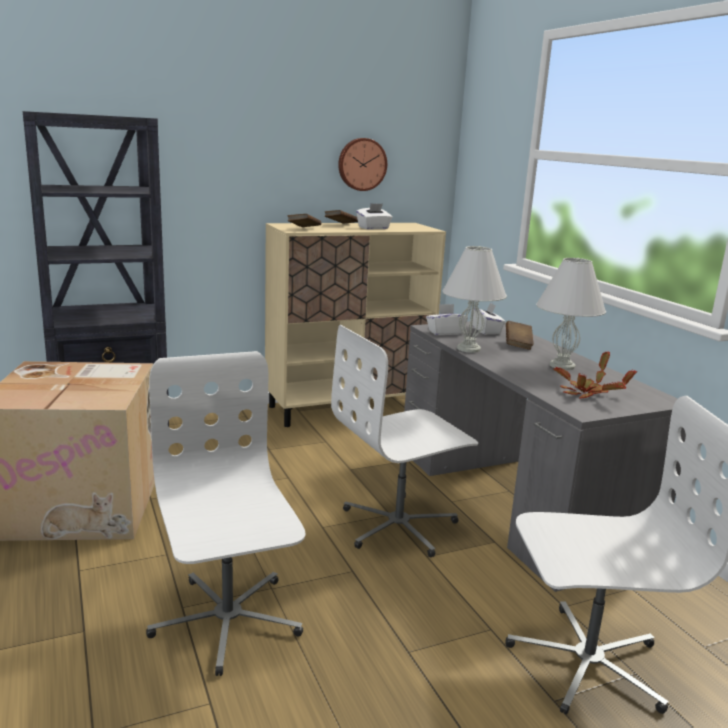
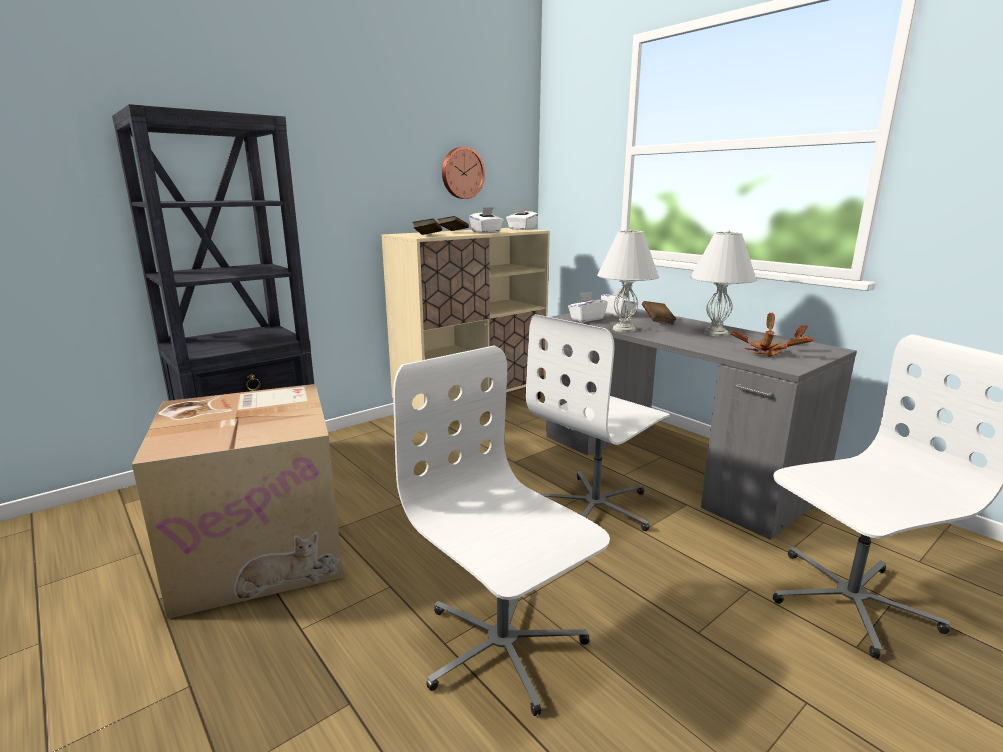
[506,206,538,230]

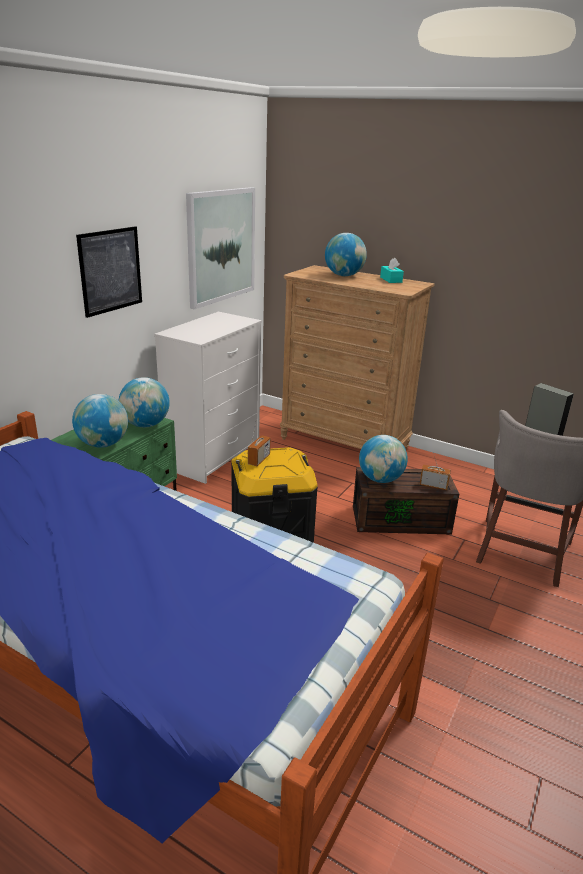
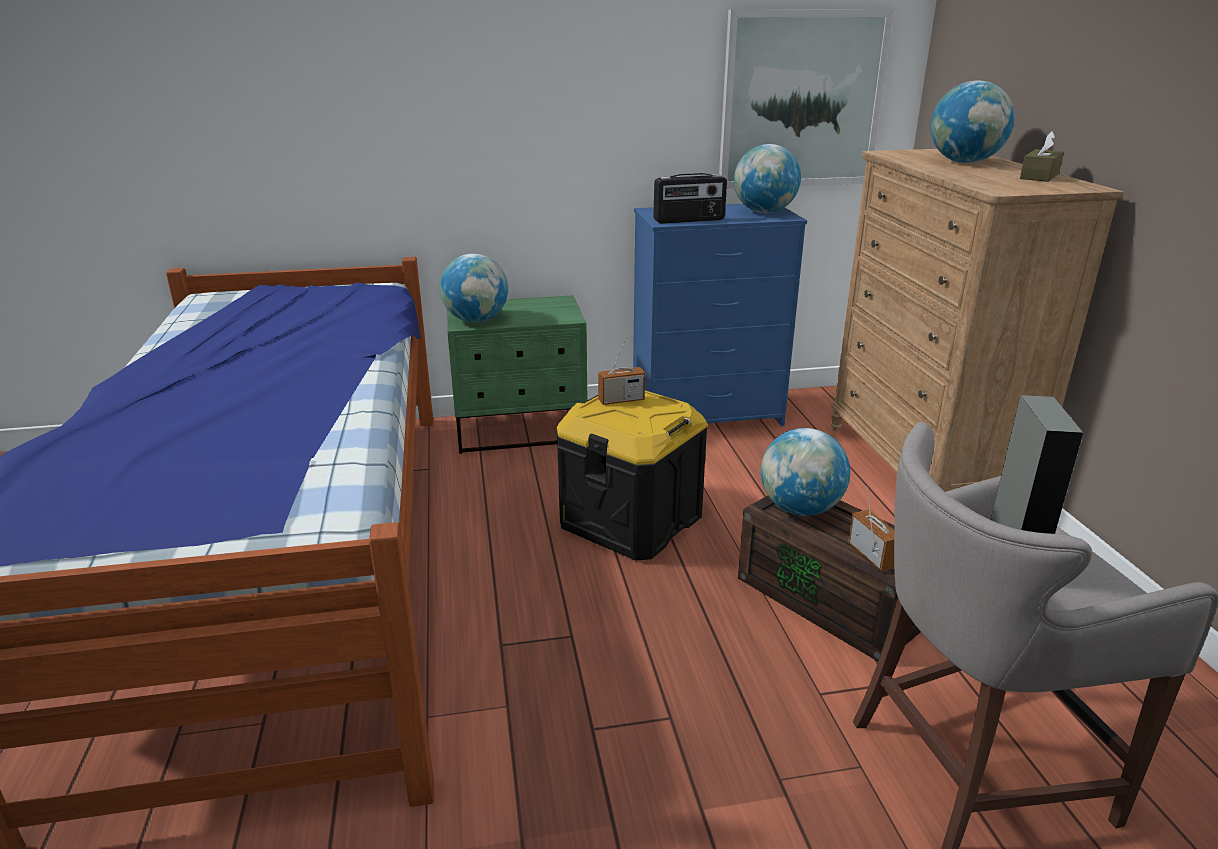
[76,226,142,318] (first image)
[653,173,727,224]
[734,144,801,213]
[633,204,807,426]
[1020,131,1064,182]

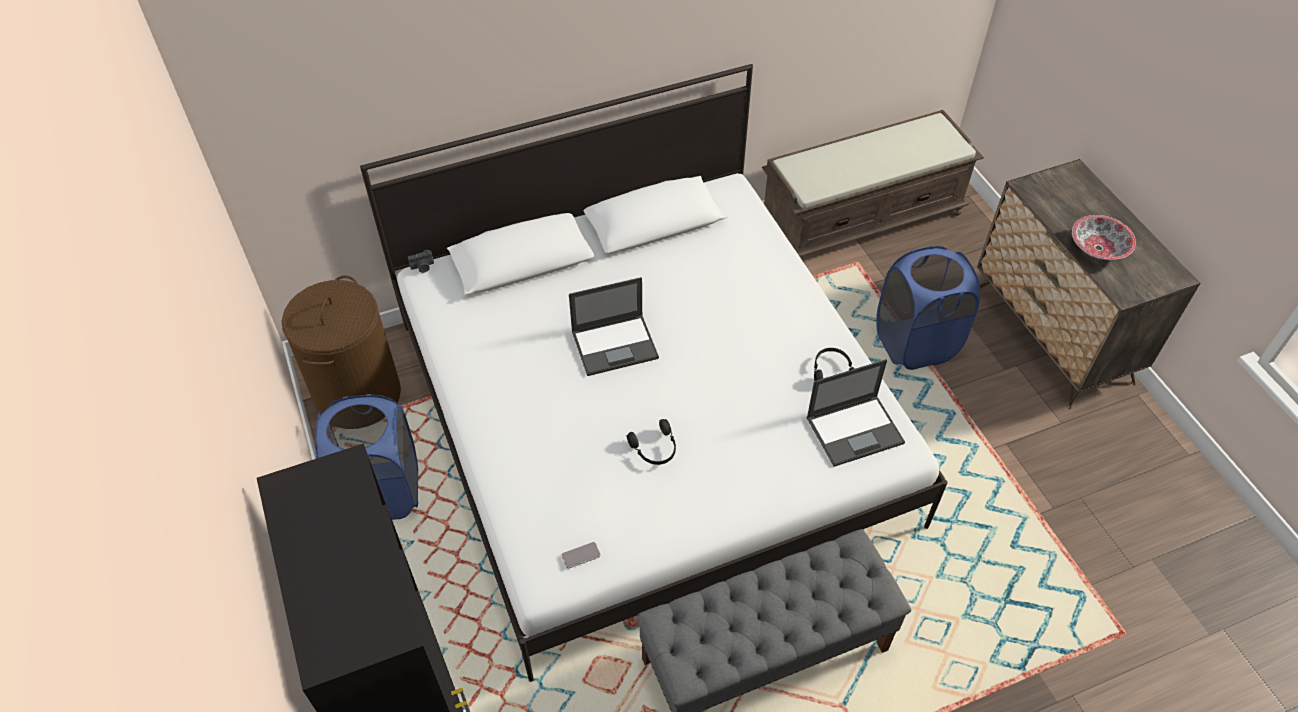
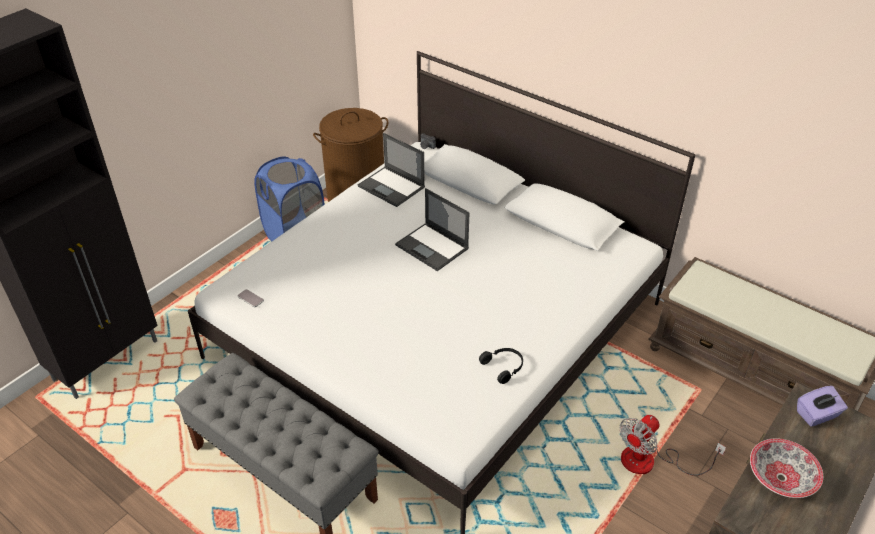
[627,419,676,465] (first image)
[797,386,848,427]
[358,133,425,207]
[619,415,726,476]

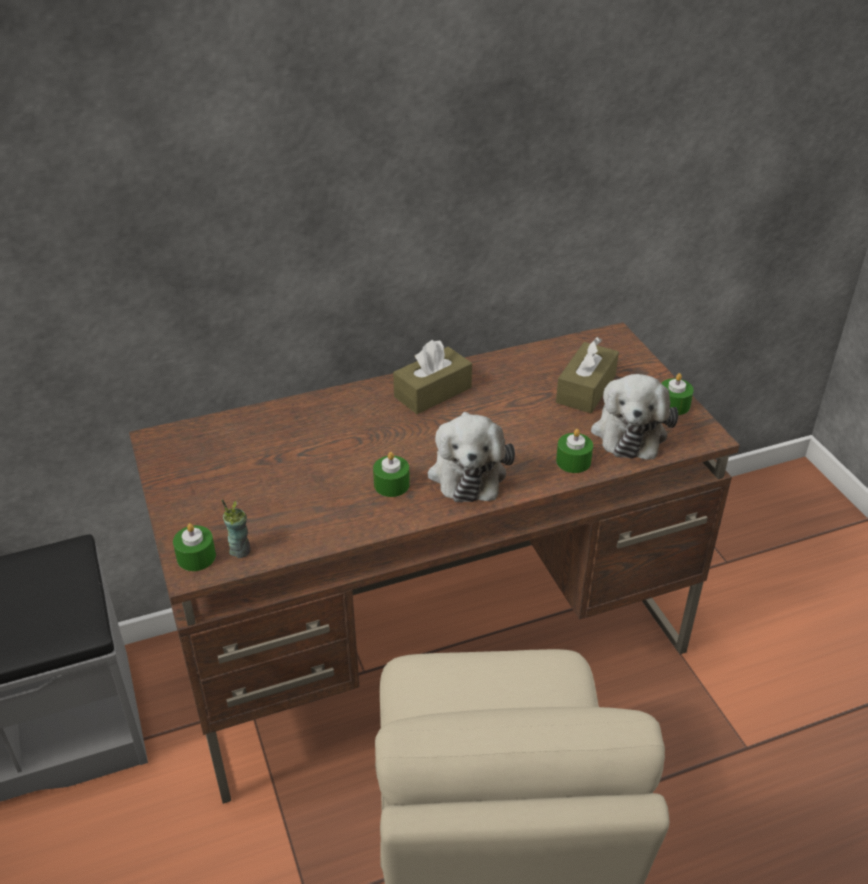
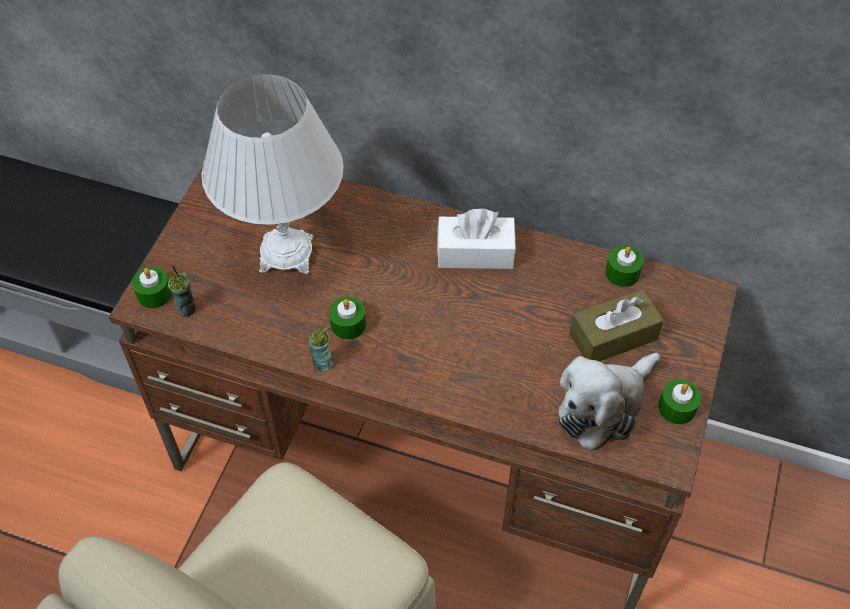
[428,412,515,502] (first image)
[201,74,344,274]
[308,328,333,372]
[605,246,644,287]
[437,208,516,269]

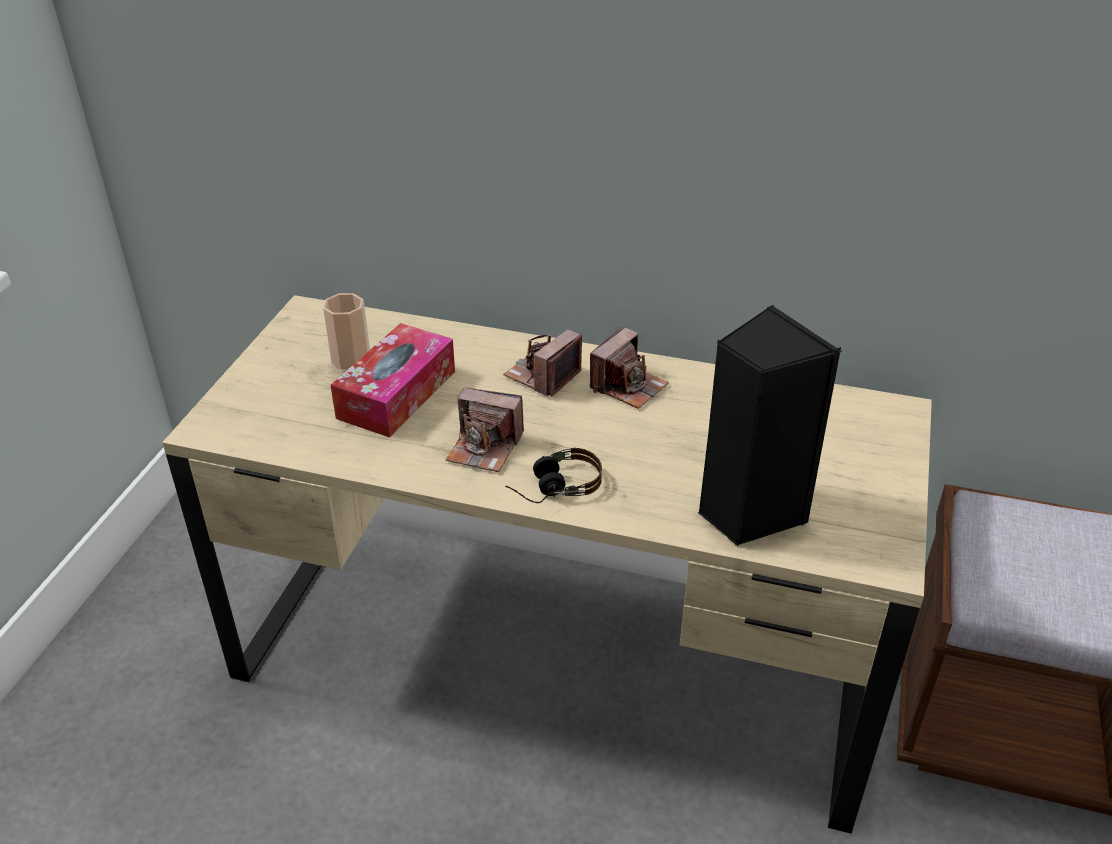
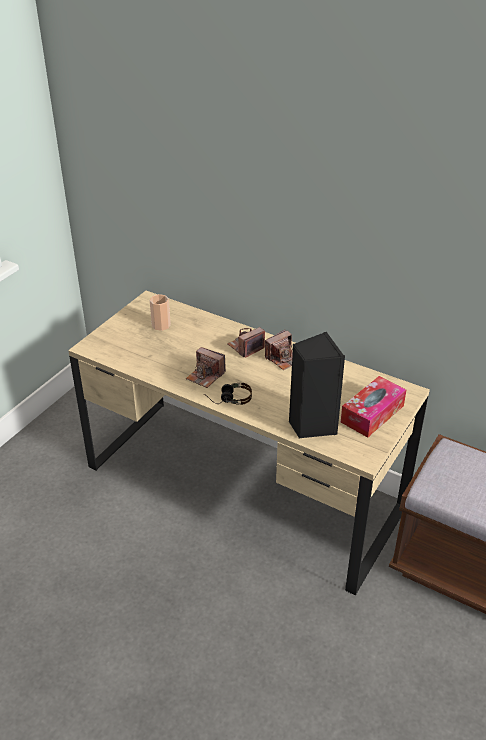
[341,376,406,438]

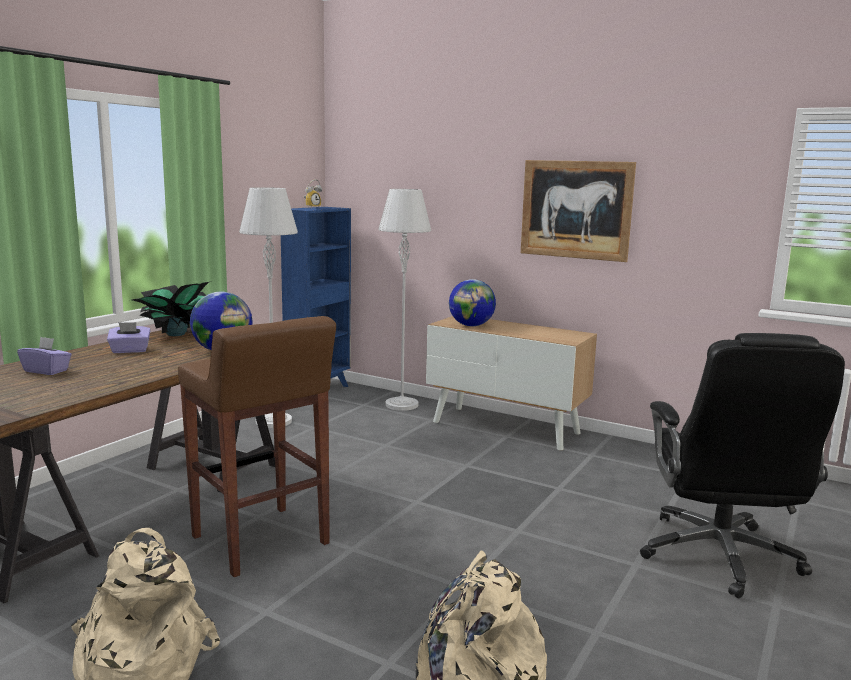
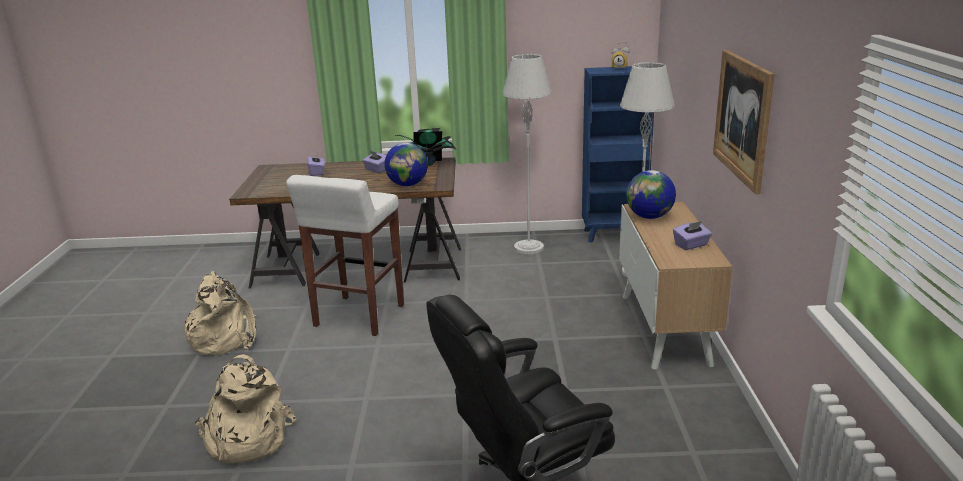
[673,221,712,250]
[286,175,404,336]

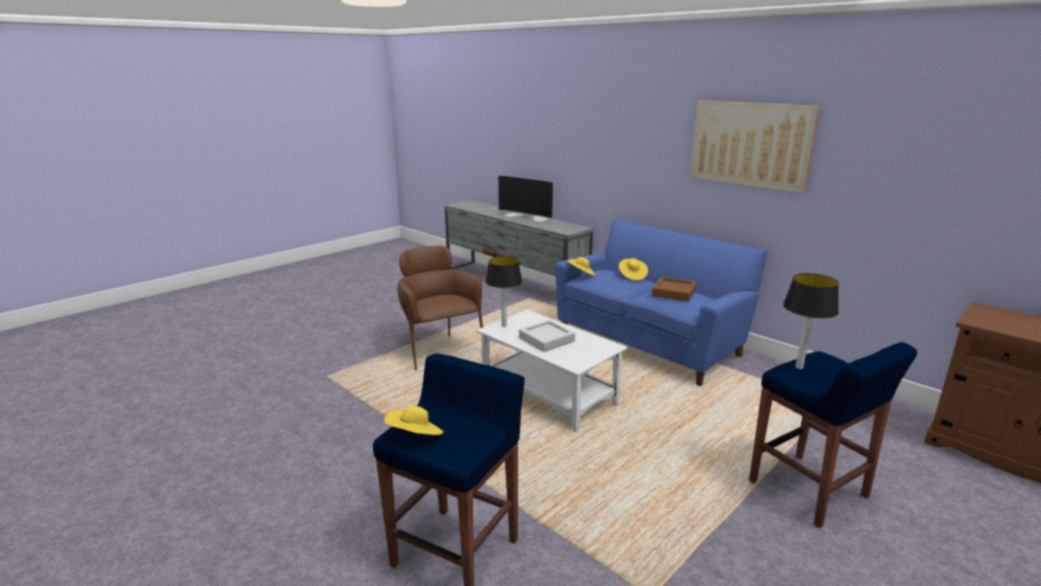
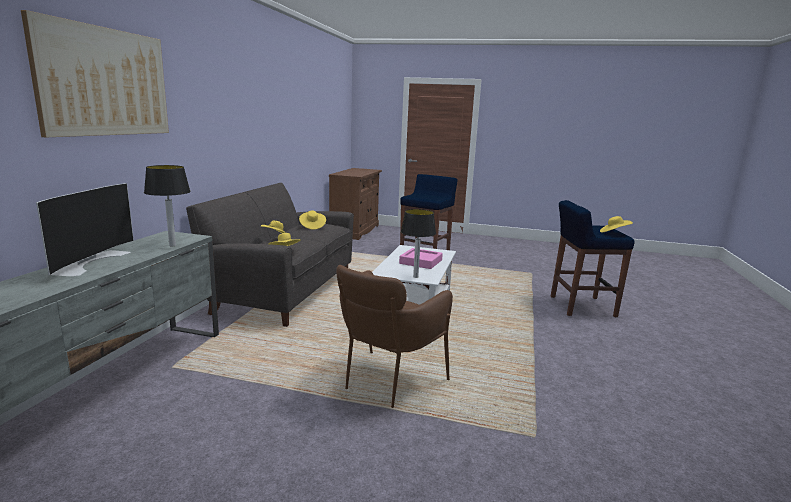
[21,10,169,137]
[144,165,191,247]
[299,210,326,229]
[399,248,443,269]
[186,182,354,327]

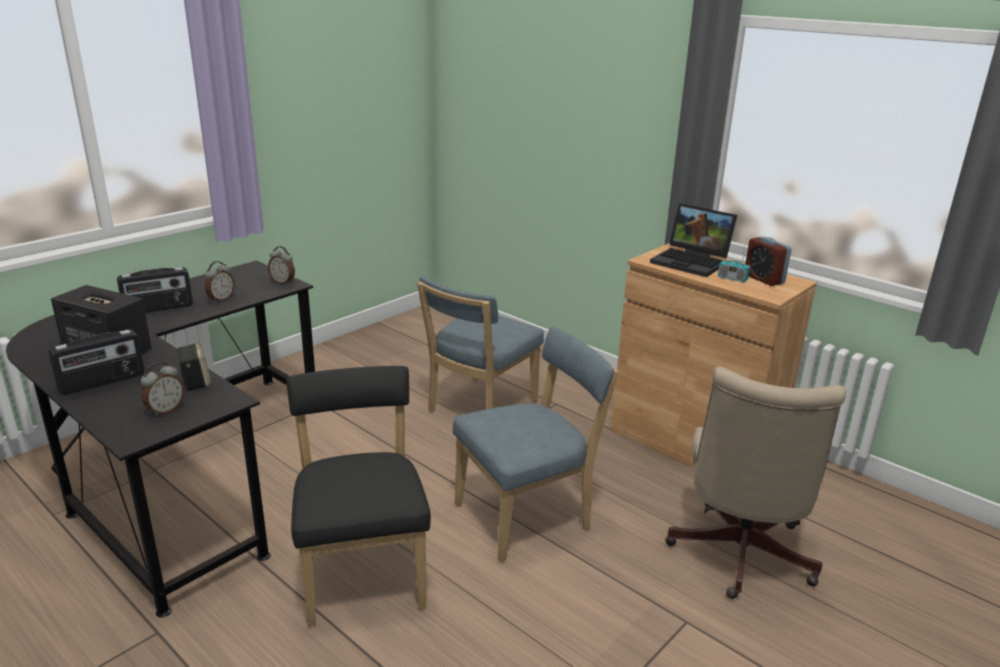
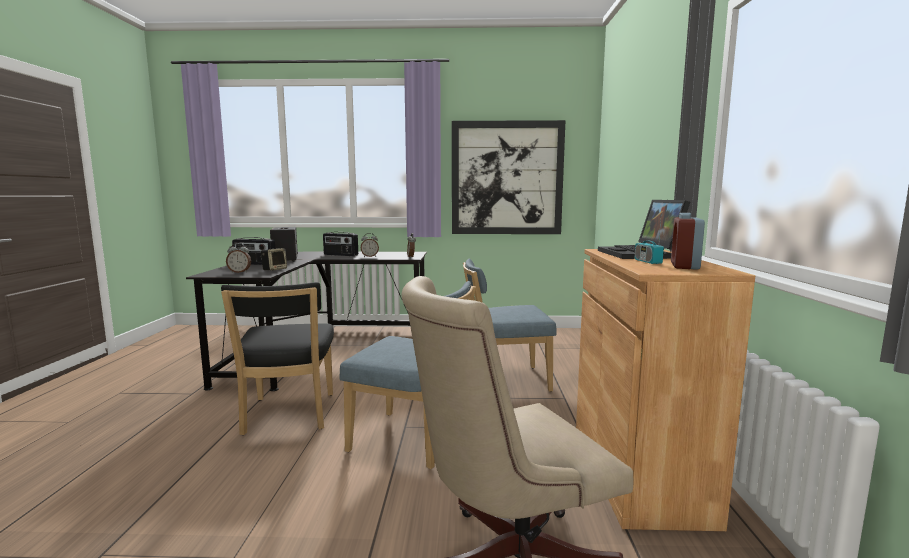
[452,120,566,234]
[221,282,334,435]

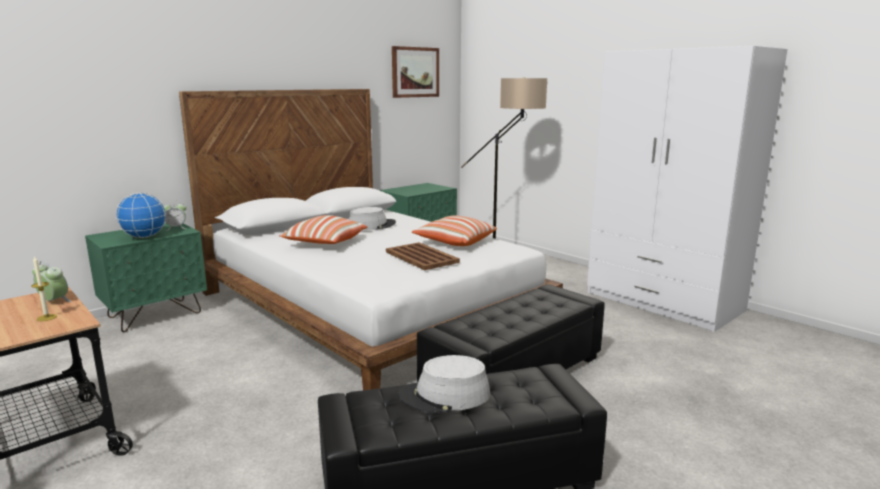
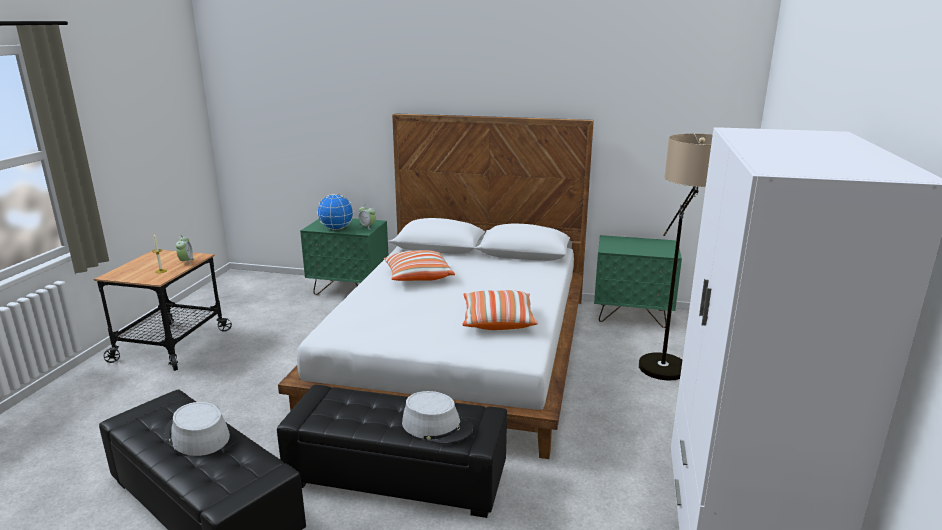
[386,242,460,270] (first image)
[392,46,439,98] (first image)
[402,391,473,444]

